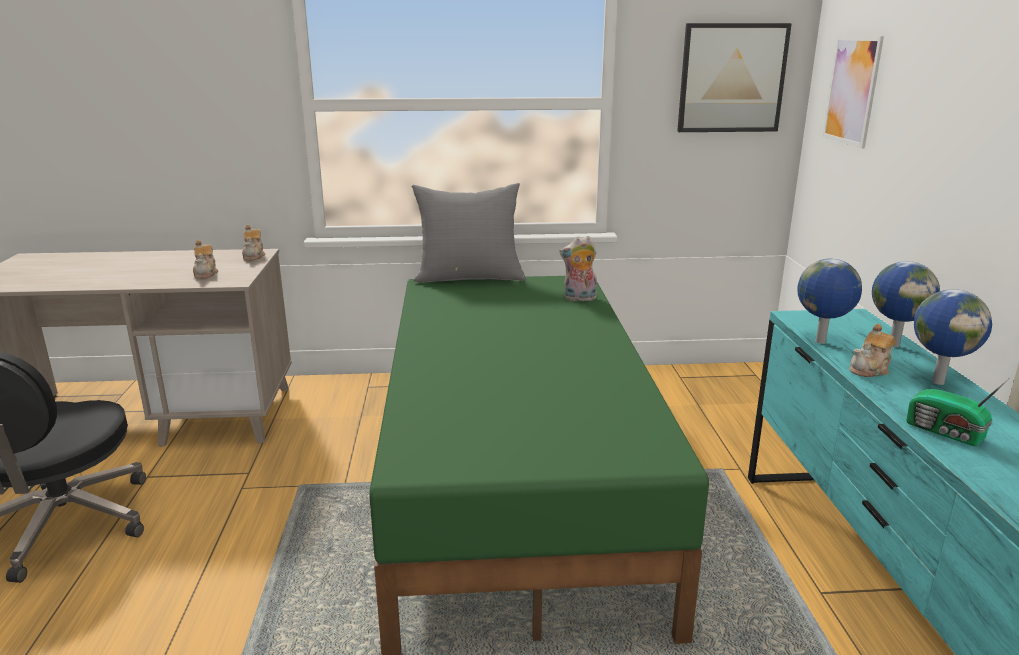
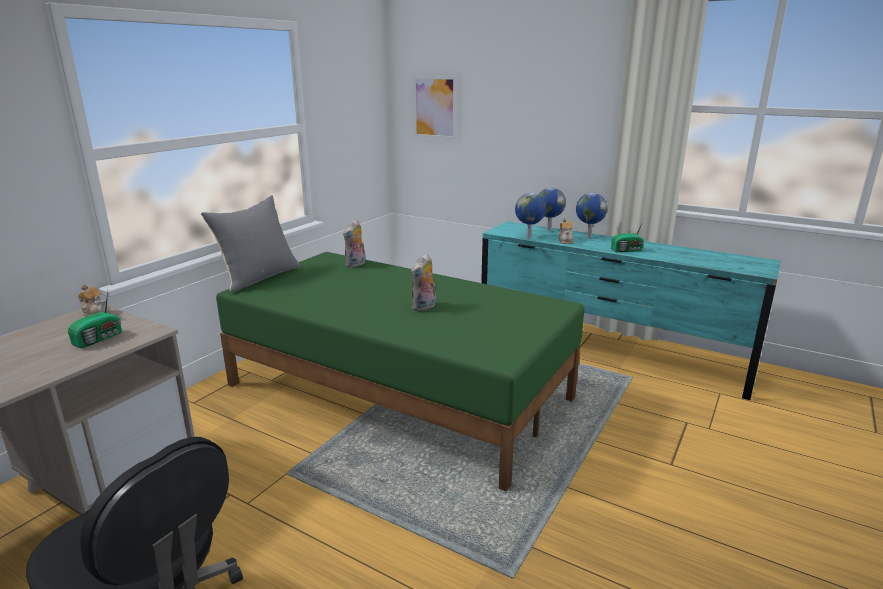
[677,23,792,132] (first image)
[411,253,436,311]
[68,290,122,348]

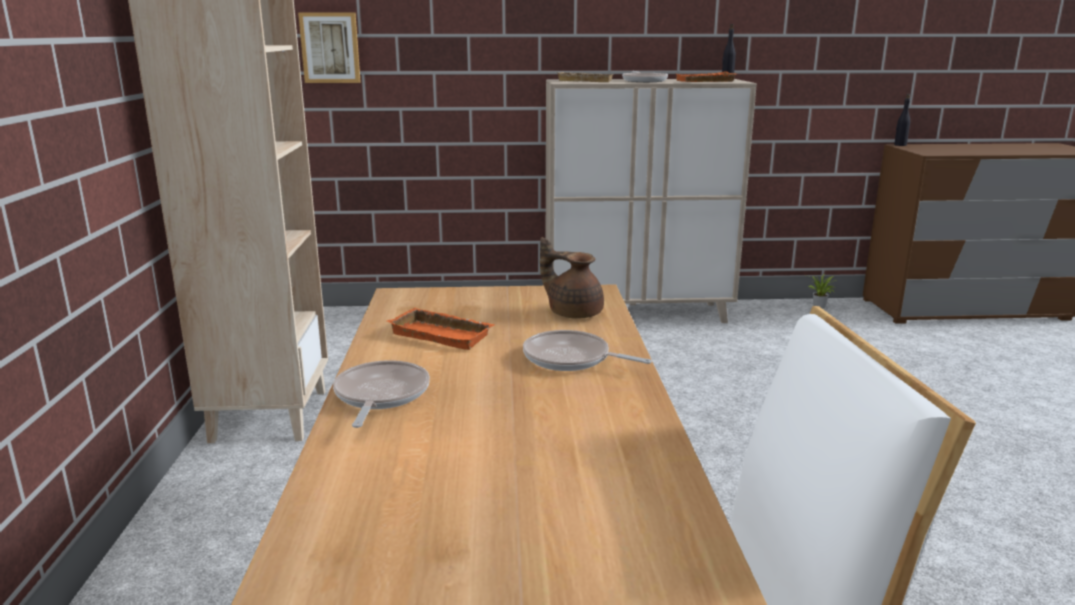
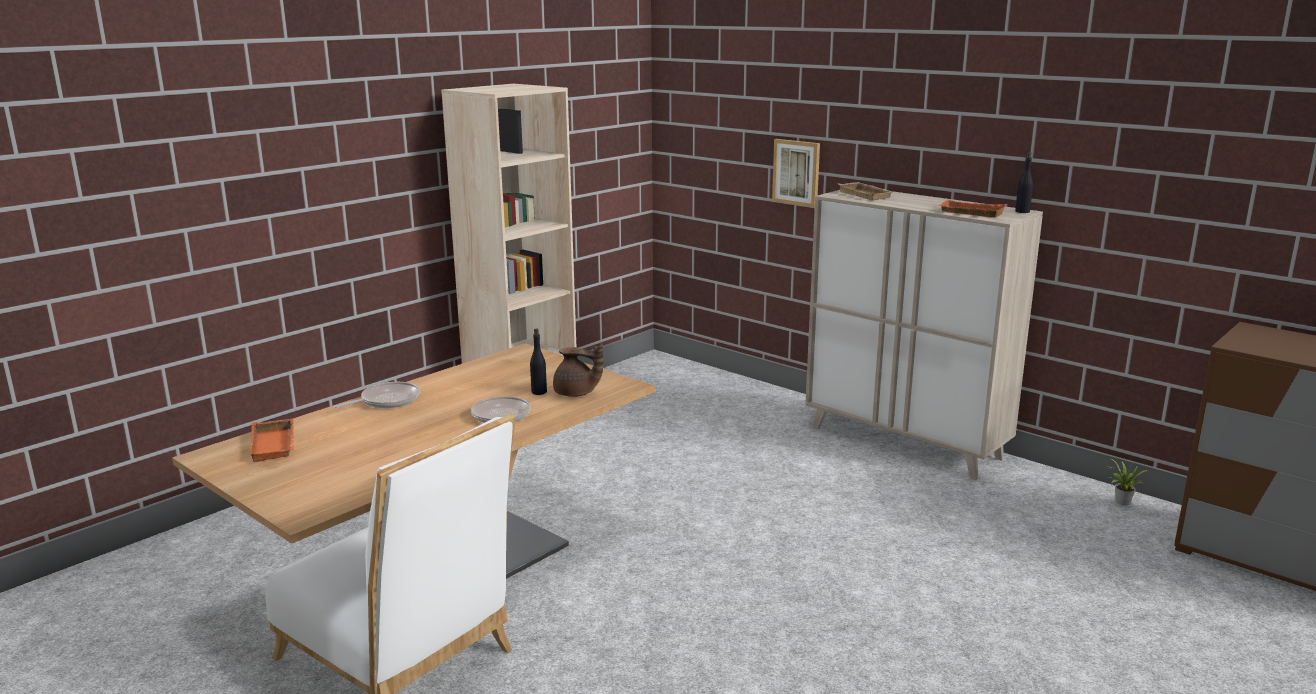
[622,71,668,82] (first image)
[772,139,820,208]
[249,419,294,462]
[530,329,547,395]
[553,343,603,397]

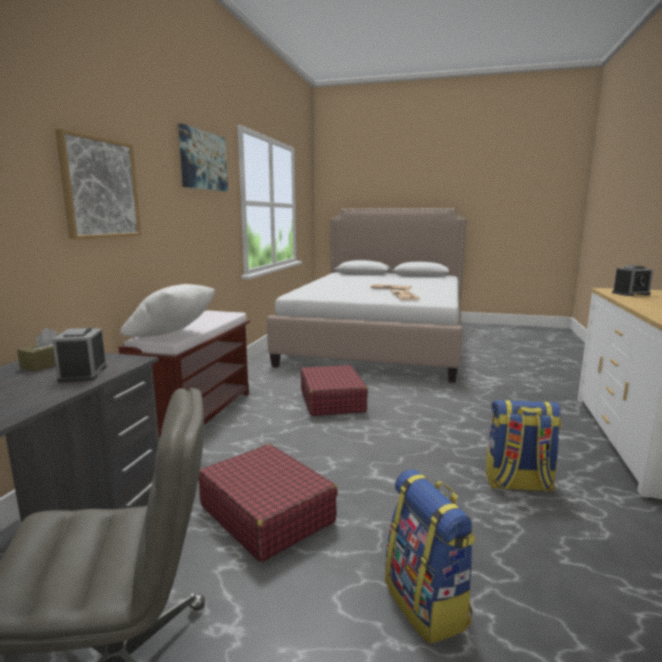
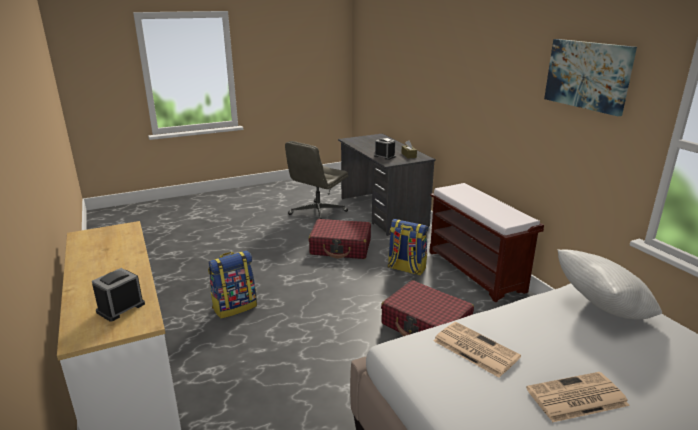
[55,128,141,240] (first image)
[557,249,662,319]
[388,219,428,276]

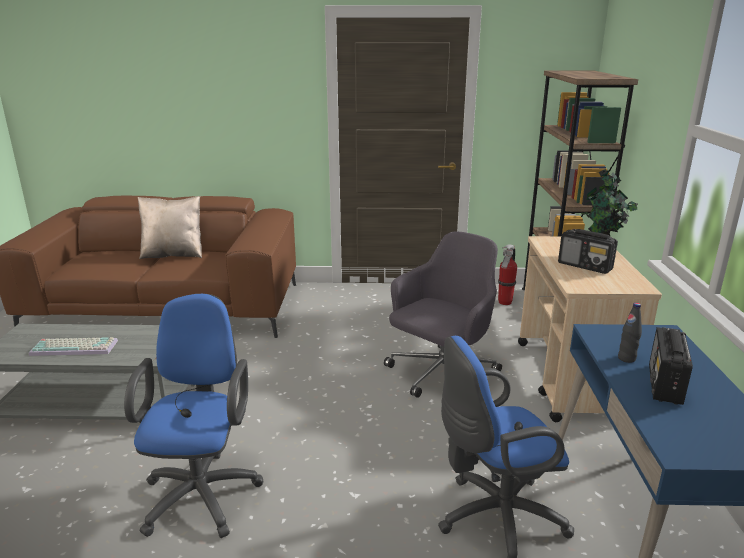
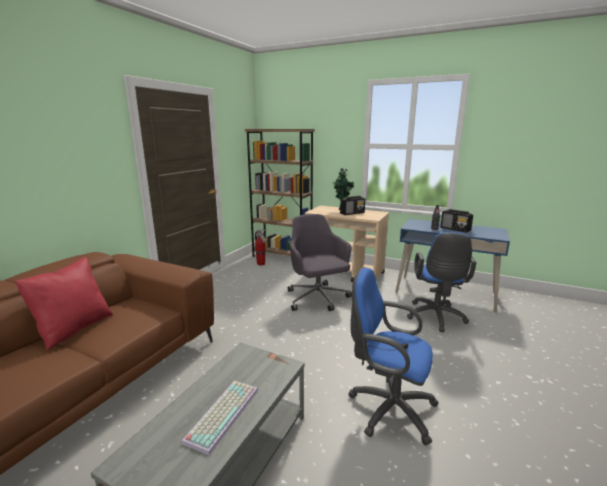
[15,257,113,351]

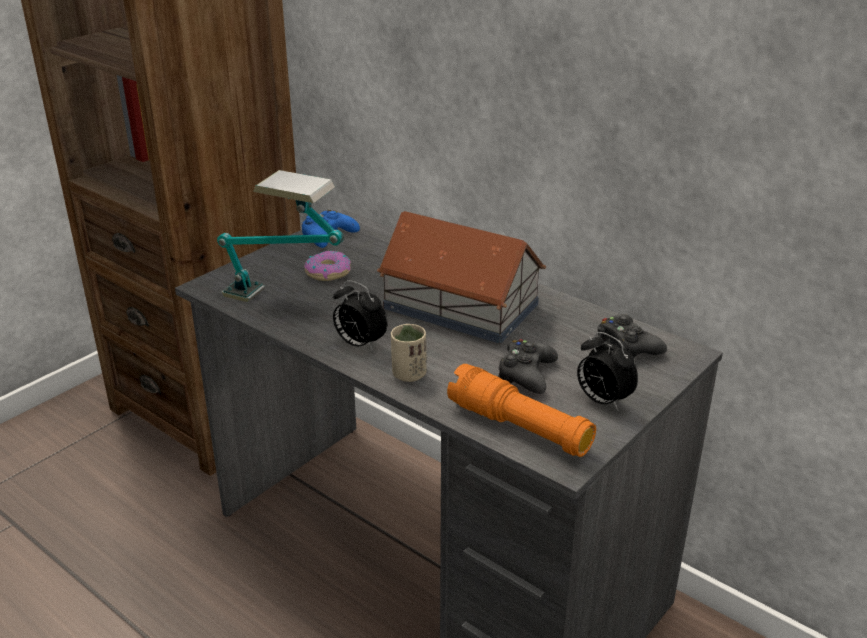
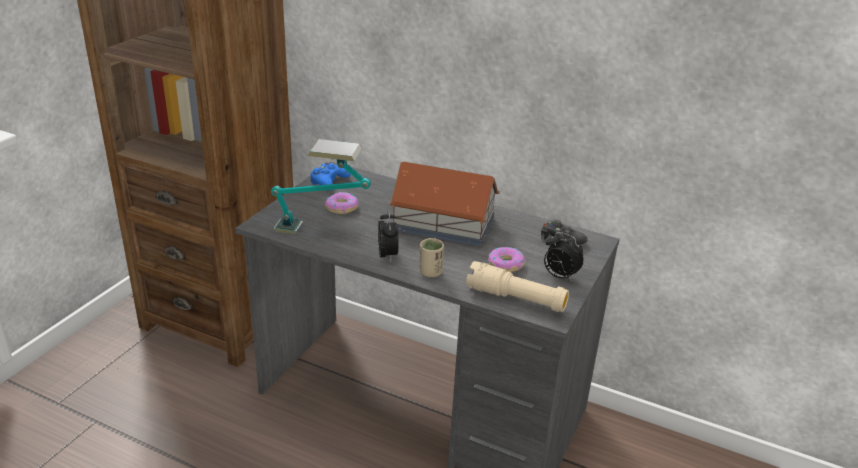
[488,246,525,272]
[466,261,569,312]
[378,210,399,262]

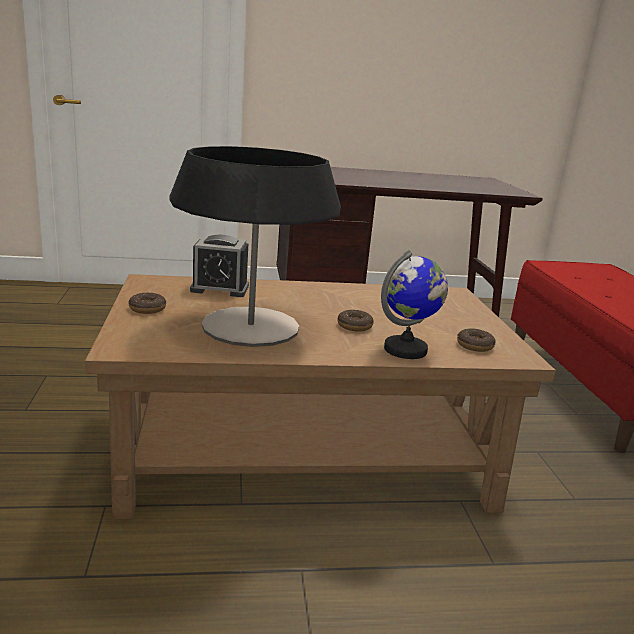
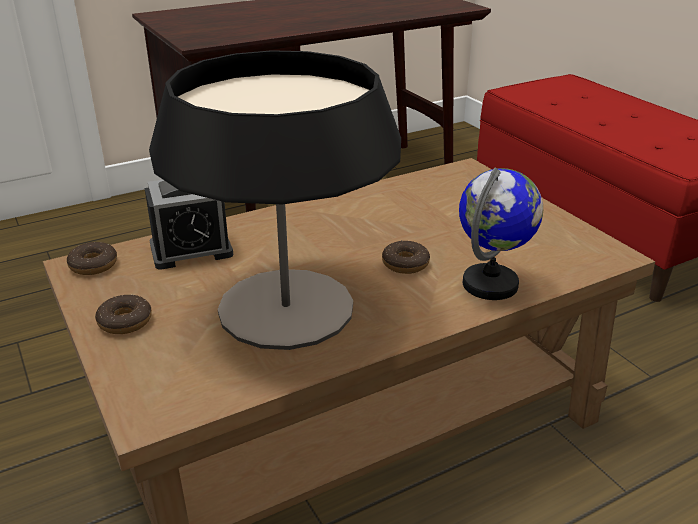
[67,241,117,275]

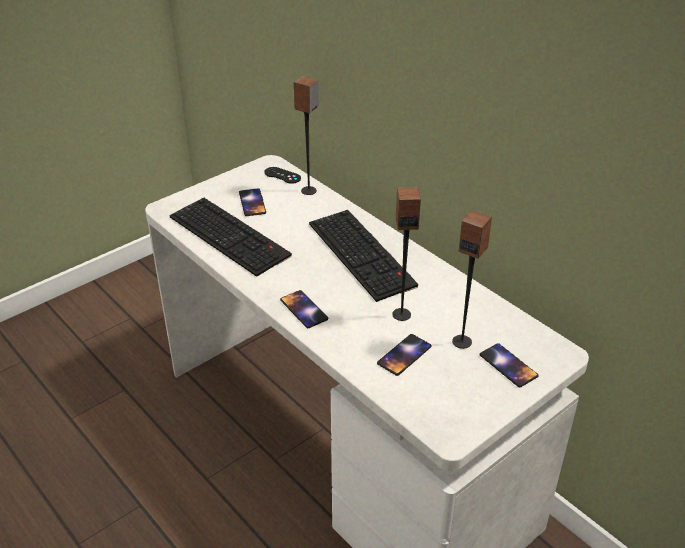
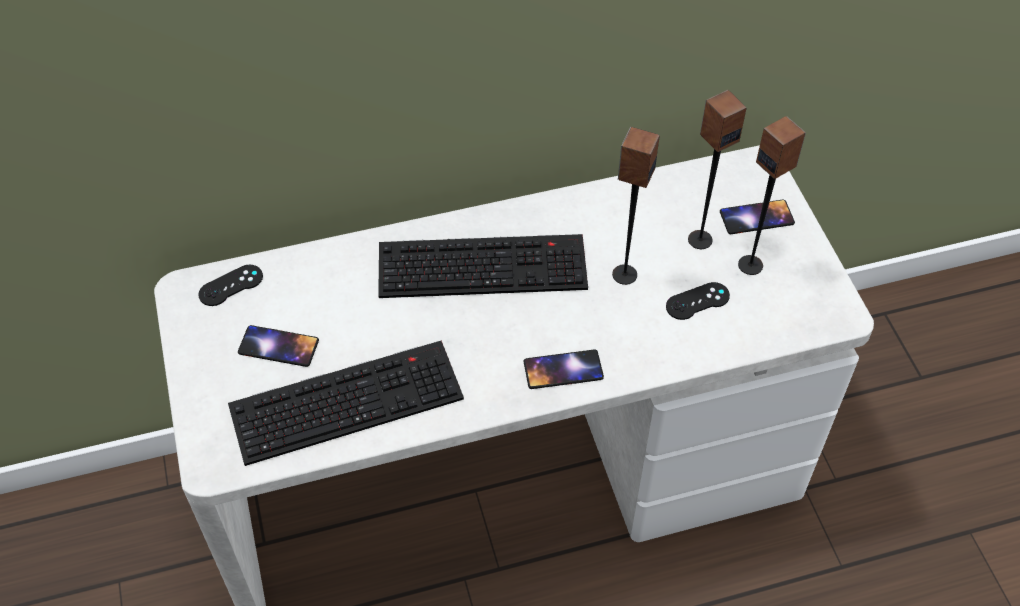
[738,116,806,275]
[666,282,730,320]

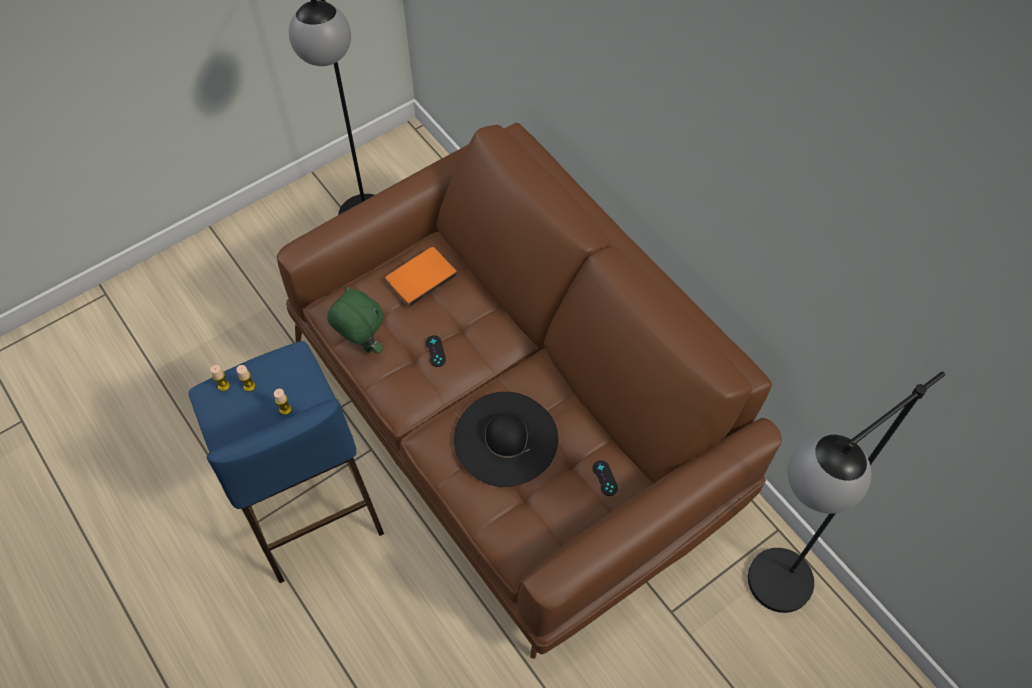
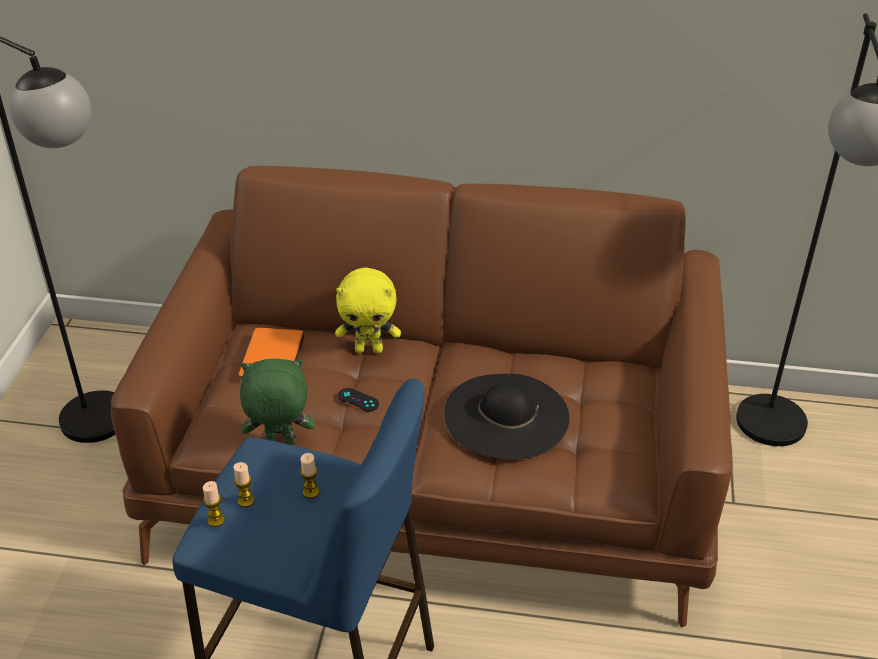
[592,460,618,496] (first image)
[335,268,401,353]

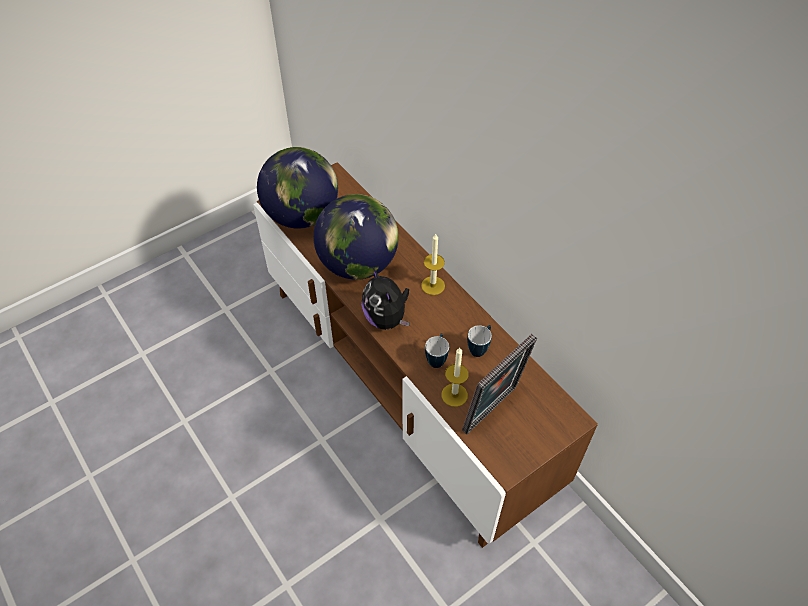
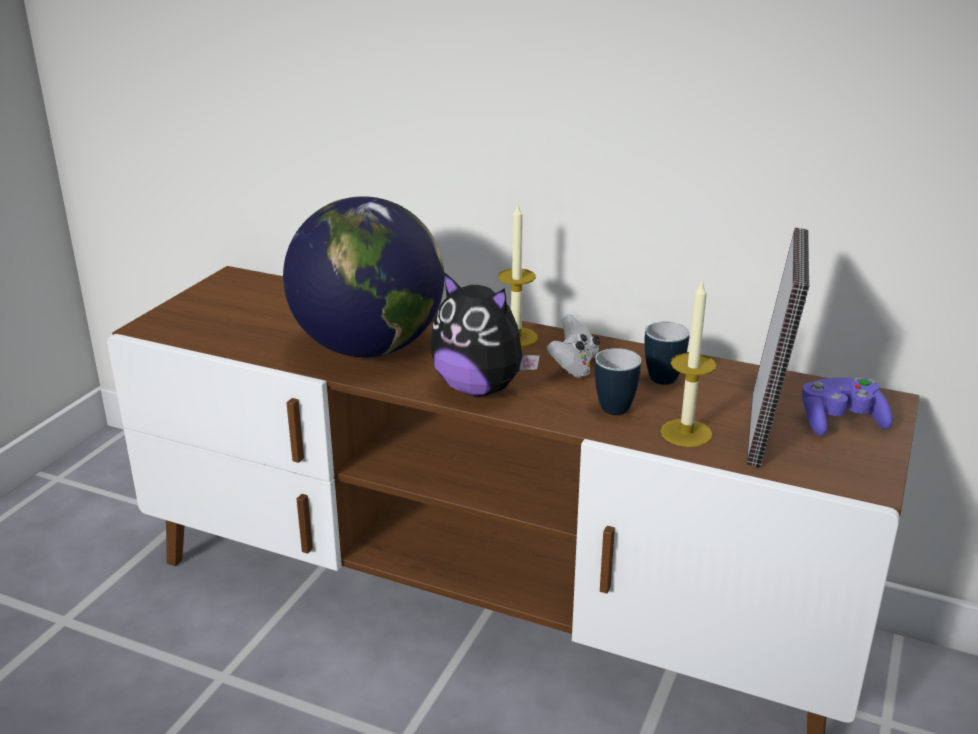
[257,147,338,229] (first image)
[547,314,600,378]
[802,377,893,436]

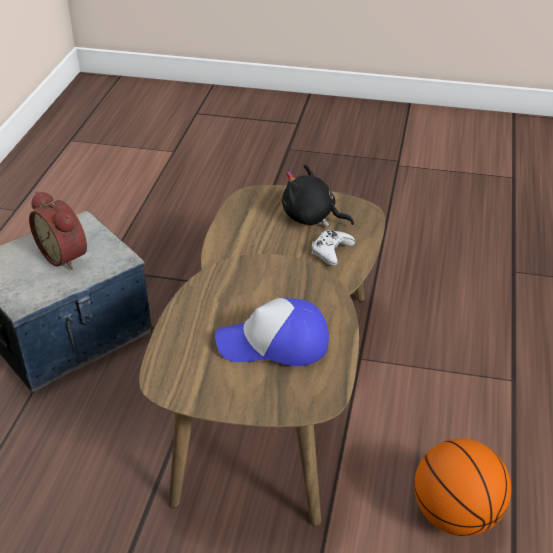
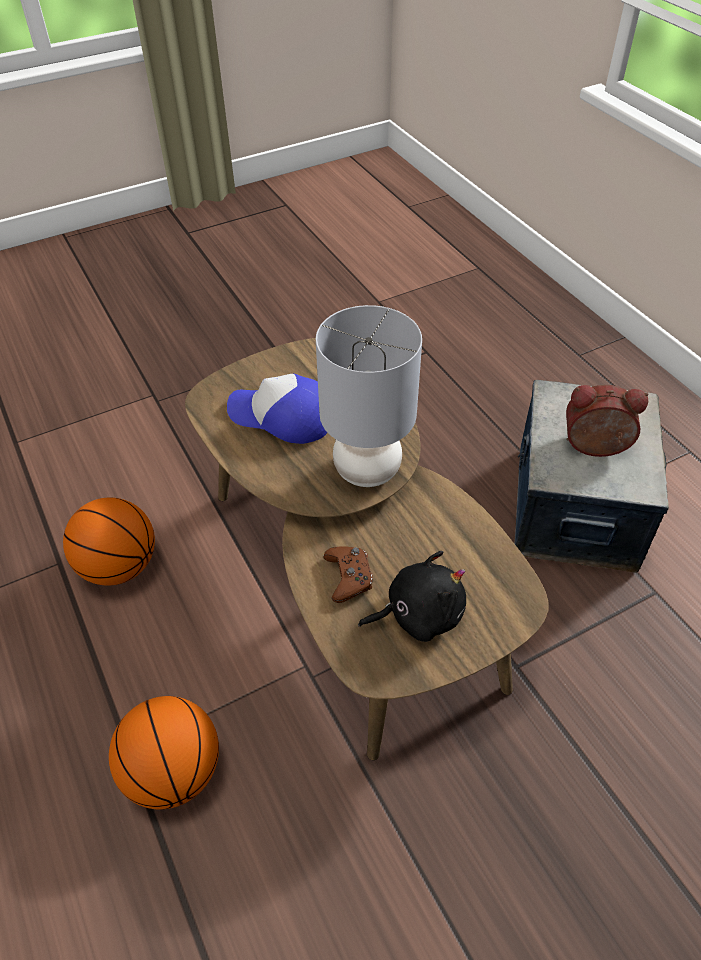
[109,696,219,809]
[316,305,422,487]
[323,546,373,603]
[227,374,328,444]

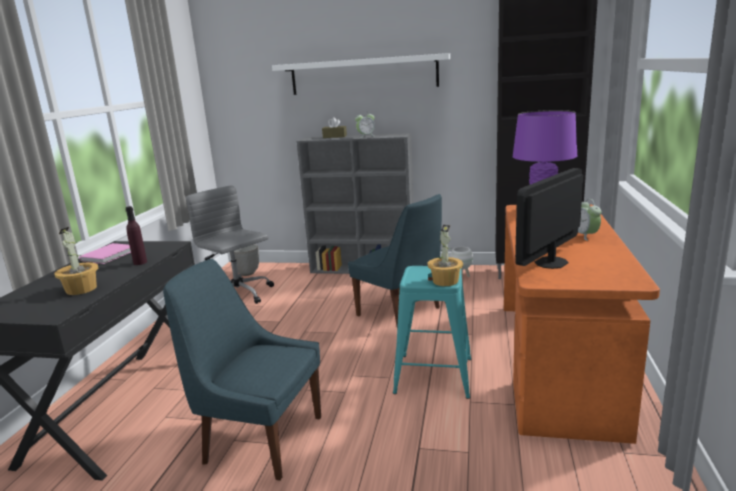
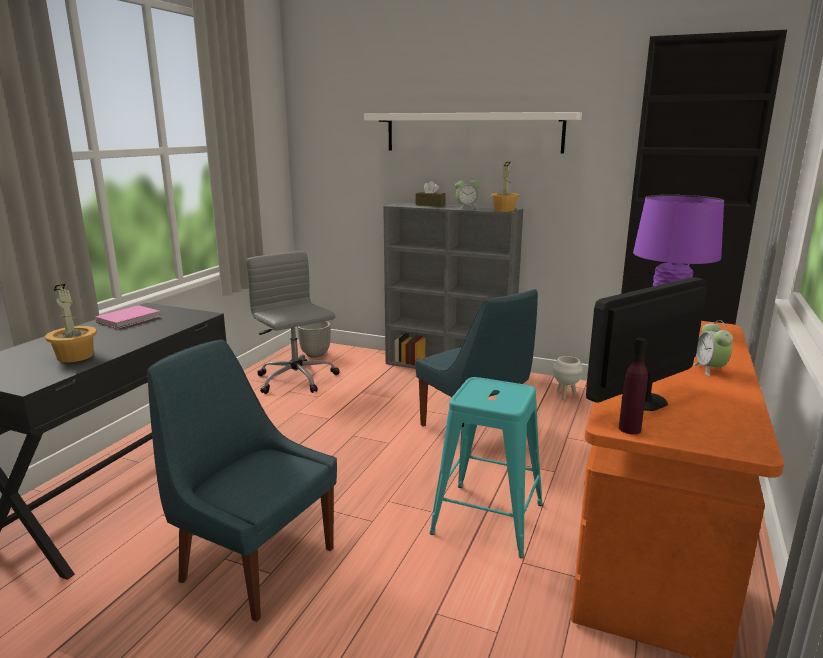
[619,338,648,434]
[491,162,519,212]

